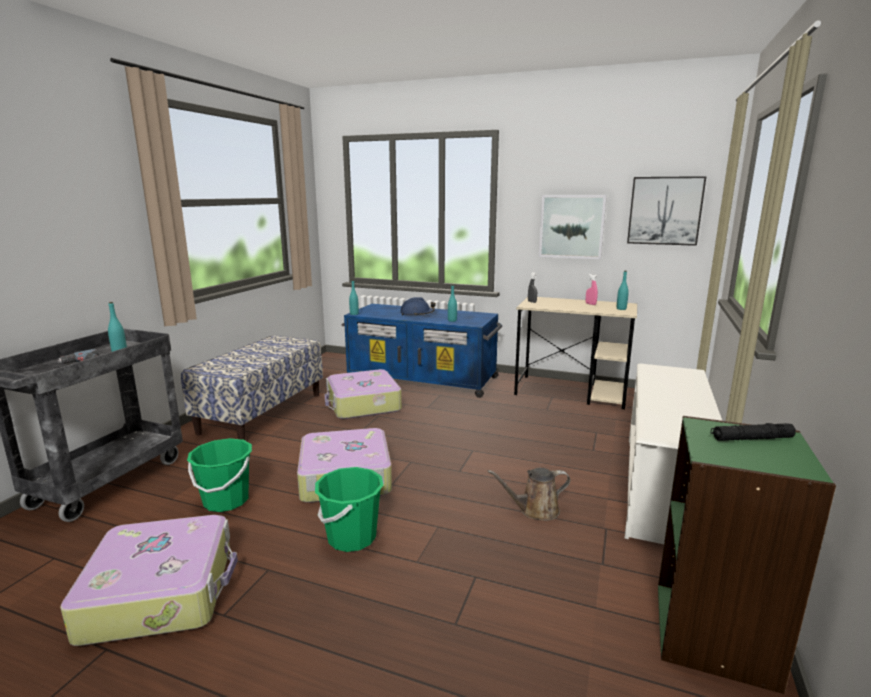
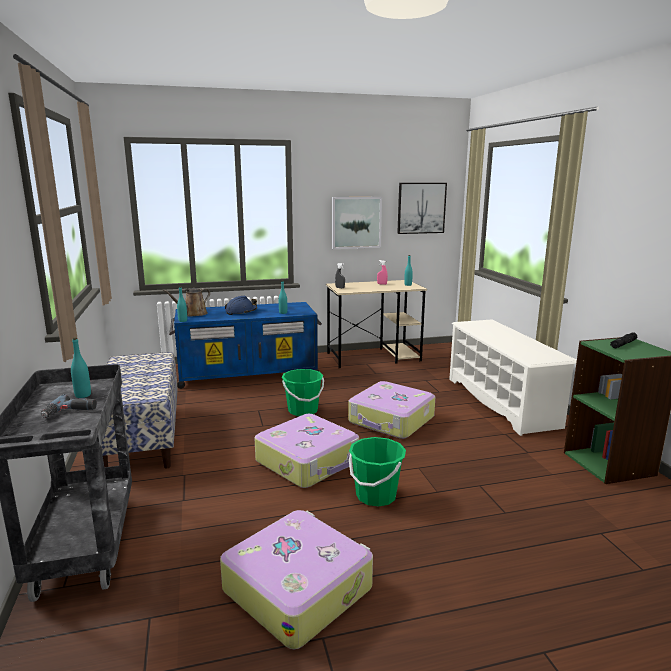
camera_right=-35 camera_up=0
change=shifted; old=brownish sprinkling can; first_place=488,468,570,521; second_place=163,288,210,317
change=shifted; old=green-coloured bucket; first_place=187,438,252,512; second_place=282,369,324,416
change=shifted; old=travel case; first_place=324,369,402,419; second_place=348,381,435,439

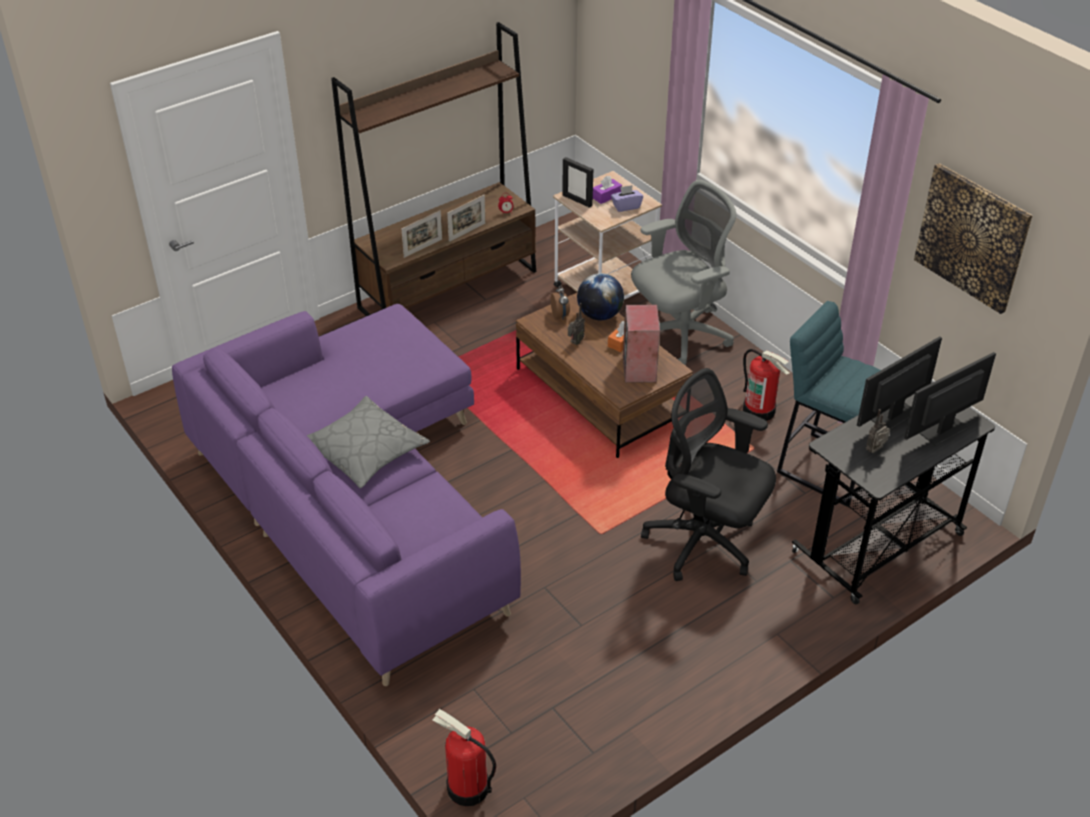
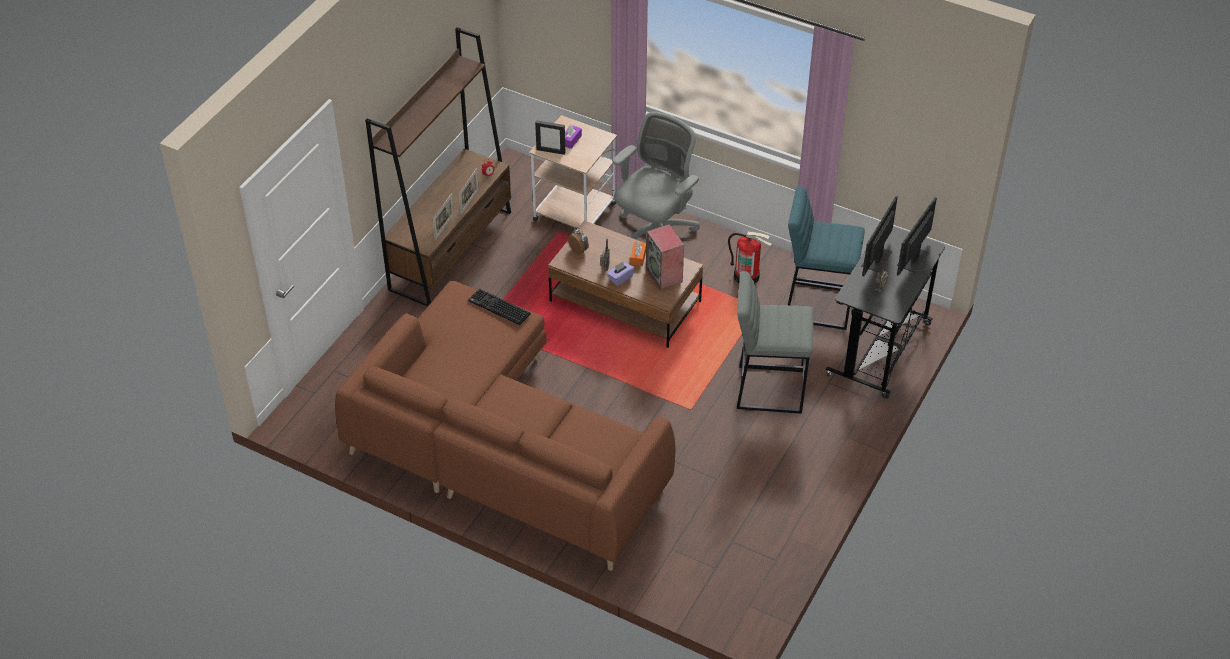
camera_right=-25 camera_up=5
change=repainted; old=purplish sofa; new=brownish sofa; first_place=172,304,521,686; second_place=335,281,675,571
change=new; new=keyboard; second_place=468,289,530,325
change=shifted; old=purplish box of tissues; first_place=611,185,643,212; second_place=607,262,635,286
change=swapped; old=blackish computer chair; new=gray stool seat; first_place=641,368,776,581; second_place=737,271,814,414
change=gone; old=gray throw pillow; first_place=307,396,430,488
change=gone; old=fire extinguisher; first_place=432,709,496,806
change=gone; old=globe; first_place=577,273,624,320
change=gone; old=wall picture; first_place=914,163,1033,314

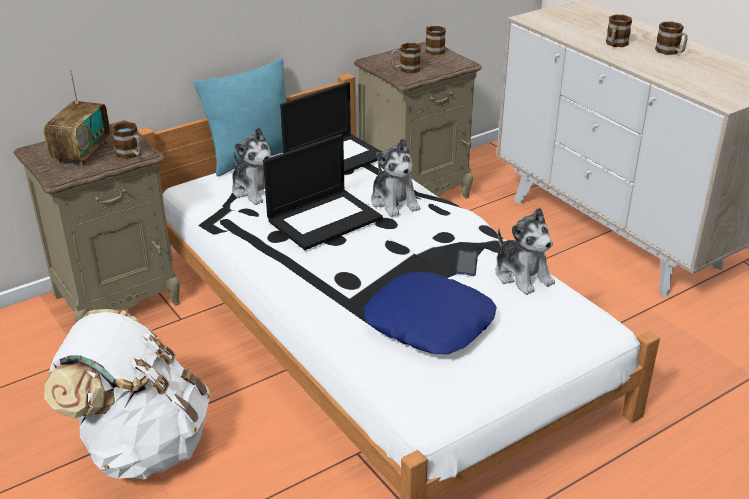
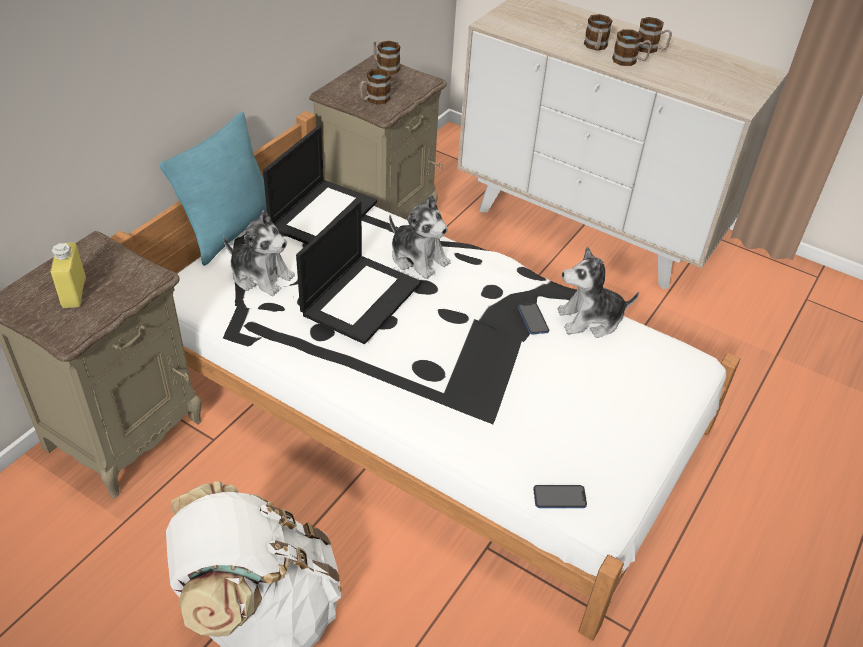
camera_right=-25 camera_up=10
change=swapped; old=radio; new=yellow-coloured beverage bottle; first_place=44,69,110,167; second_place=50,243,86,308
change=new; new=telephone; second_place=533,485,587,508
change=rotated; old=plush toy; first_place=496,207,555,295; second_place=557,247,639,338; degrees=135
change=shifted; old=tea mug; first_place=111,122,142,159; second_place=612,29,652,66
change=gone; old=blue-coloured throw pillow; first_place=363,272,496,354

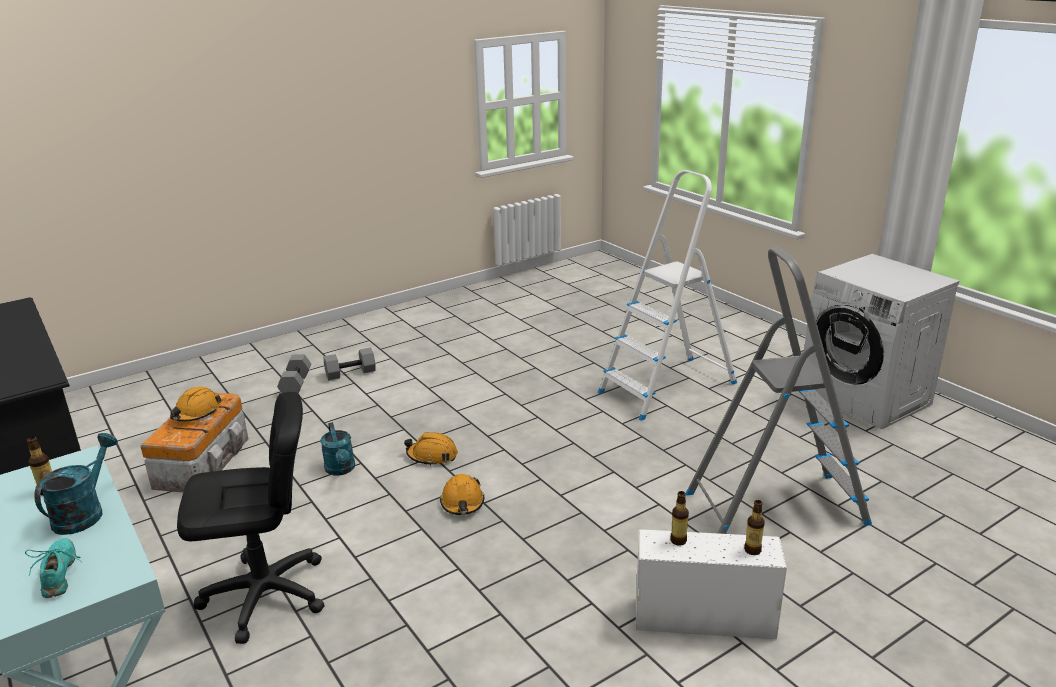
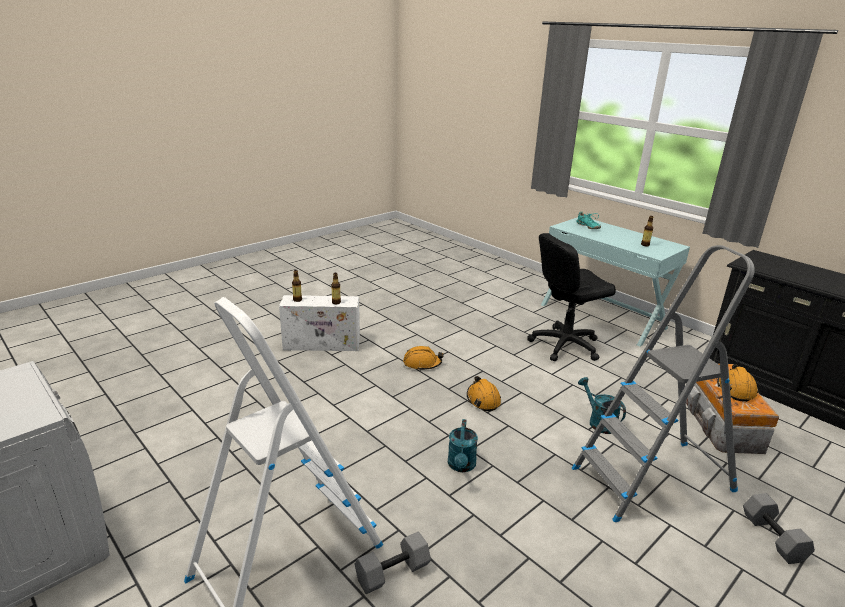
camera_right=170 camera_up=0
change=shifted; old=gray dumbbell; first_place=324,348,376,380; second_place=355,532,431,594
change=shifted; old=orange-coloured safety helmet; first_place=404,433,458,466; second_place=403,346,444,370
change=shifted; old=turquoise sprinkling can; first_place=34,433,118,535; second_place=448,419,478,472
change=shifted; old=gray stepladder; first_place=686,246,872,534; second_place=572,245,755,522

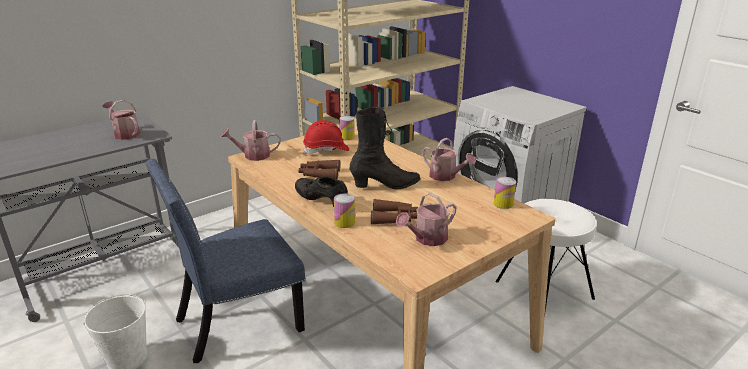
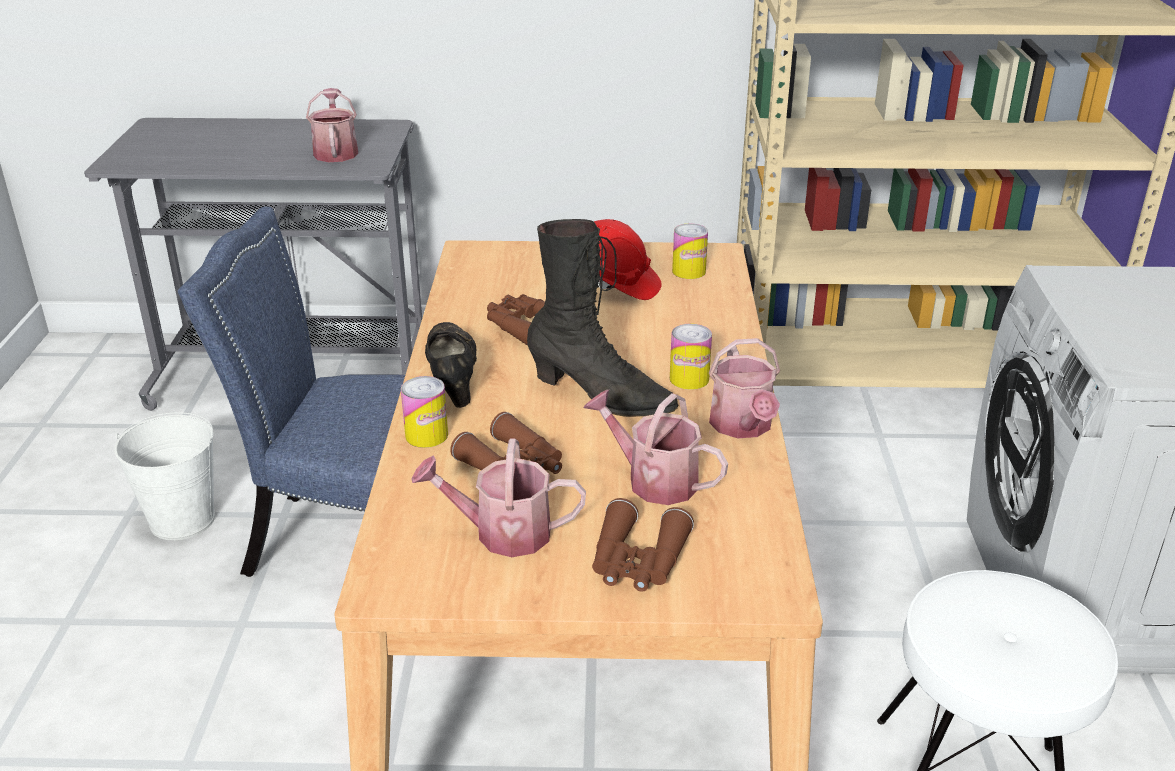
camera_right=40 camera_up=5
change=shifted; old=sprinkling can; first_place=221,120,281,161; second_place=583,390,728,505
change=new; new=brownish field glasses; second_place=592,498,694,592
change=shifted; old=sealed can; first_place=494,177,516,209; second_place=670,324,712,390

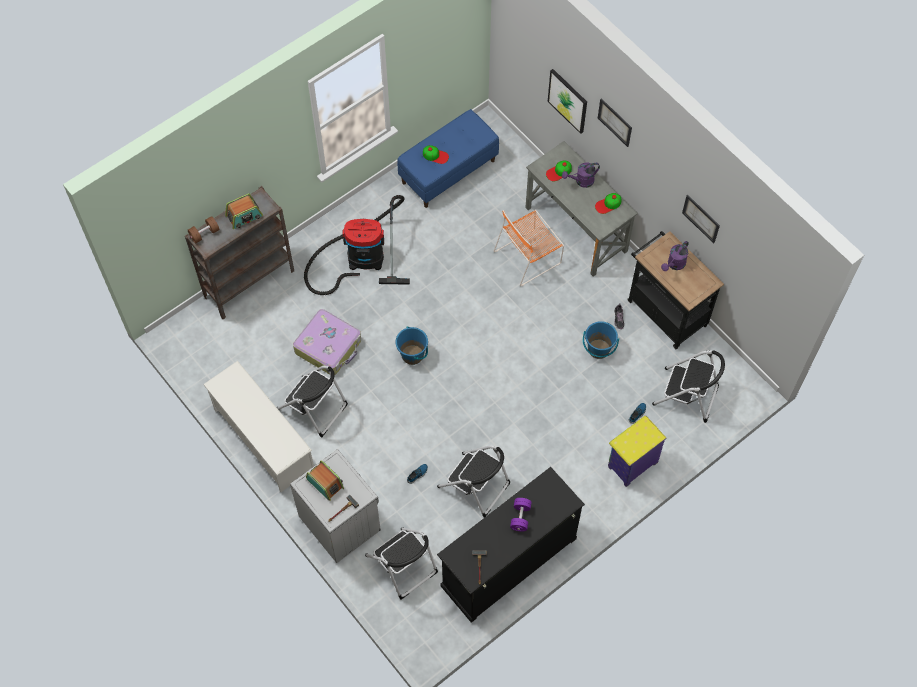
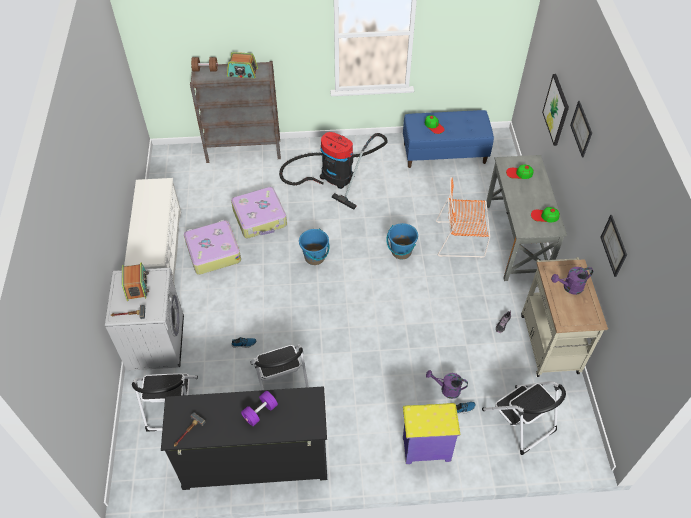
camera_right=35 camera_up=-10
change=swapped; old=stepladder; new=travel case; first_place=277,366,348,438; second_place=184,220,241,275
change=shifted; old=blue-coloured bucket; first_place=583,321,619,359; second_place=386,223,418,260
change=shifted; old=purplish sprinkling can; first_place=562,163,600,188; second_place=426,370,468,399
change=repainted; old=blackish cart; new=sand-coloured cart; first_place=628,231,724,350; second_place=521,257,608,377

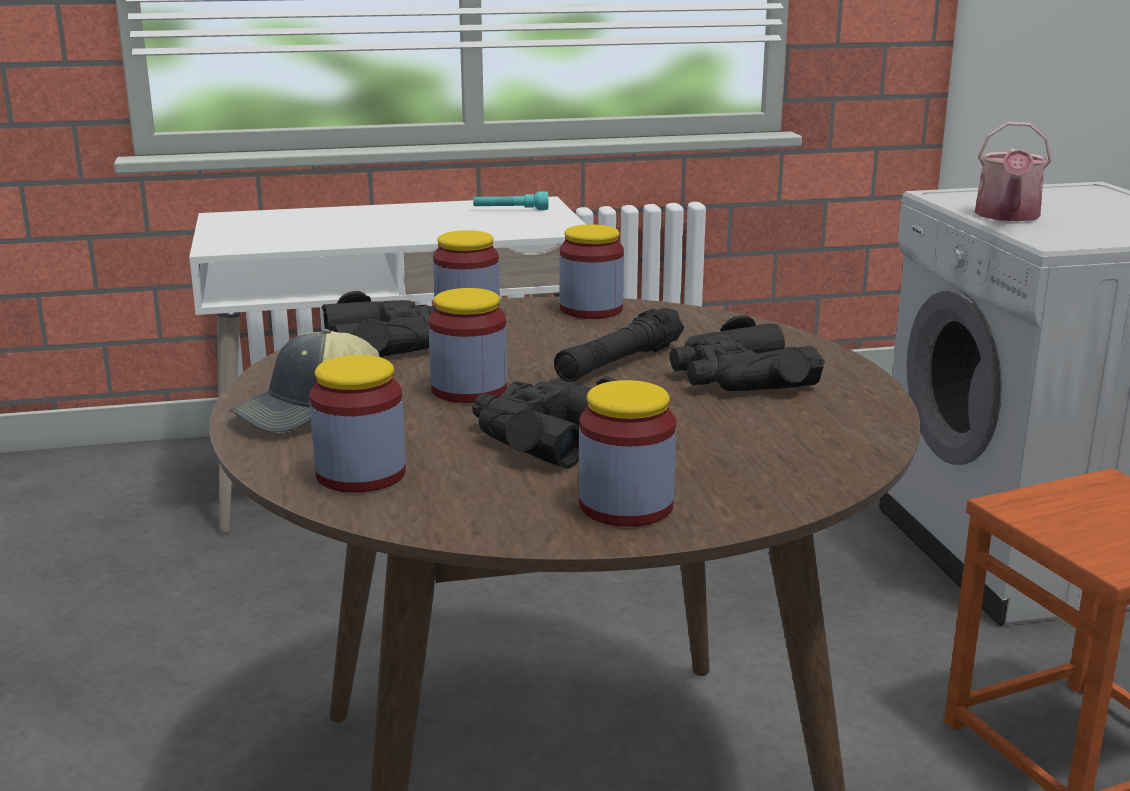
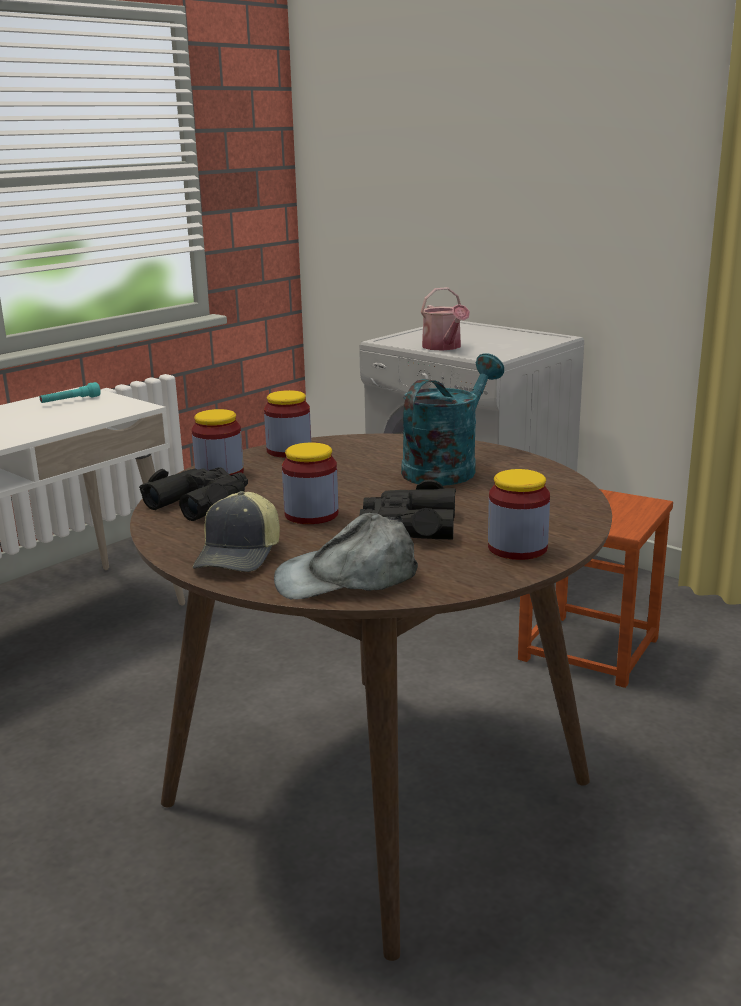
camera_right=-35 camera_up=0
change=swapped; old=jar; new=gray cap; first_place=309,355,406,493; second_place=274,513,418,599
change=swapped; old=blackish field glasses; new=turquoise sprinkling can; first_place=669,315,825,391; second_place=401,353,504,486
change=gone; old=blackish flashlight; first_place=554,307,684,382

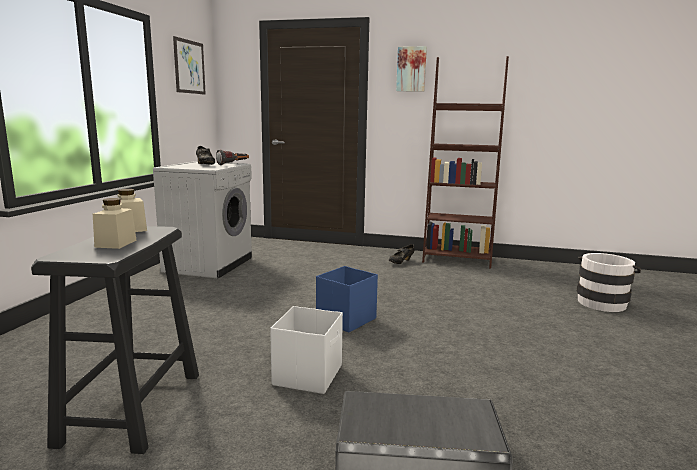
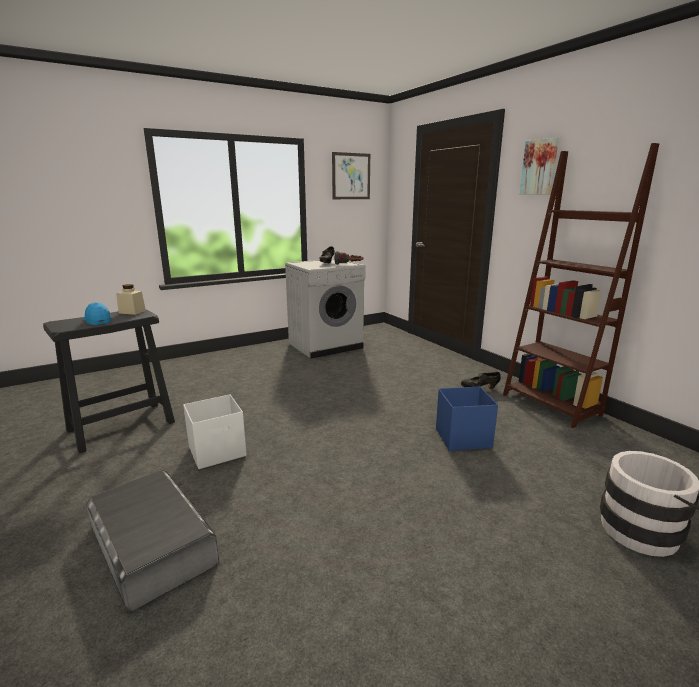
camera_right=45 camera_up=5
change=swapped; old=sand-coloured jar; new=blue-coloured cap; first_place=93,198,137,249; second_place=84,302,111,325
change=shifted; old=blue-coloured storage box; first_place=316,266,378,333; second_place=436,386,498,451

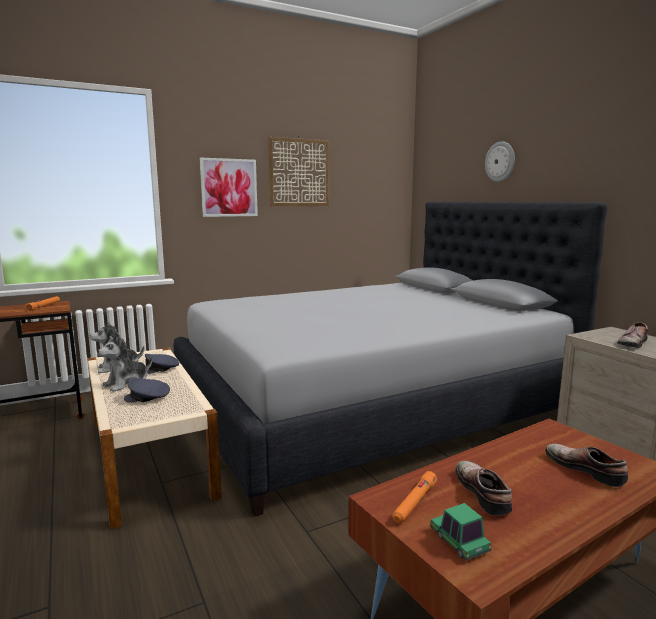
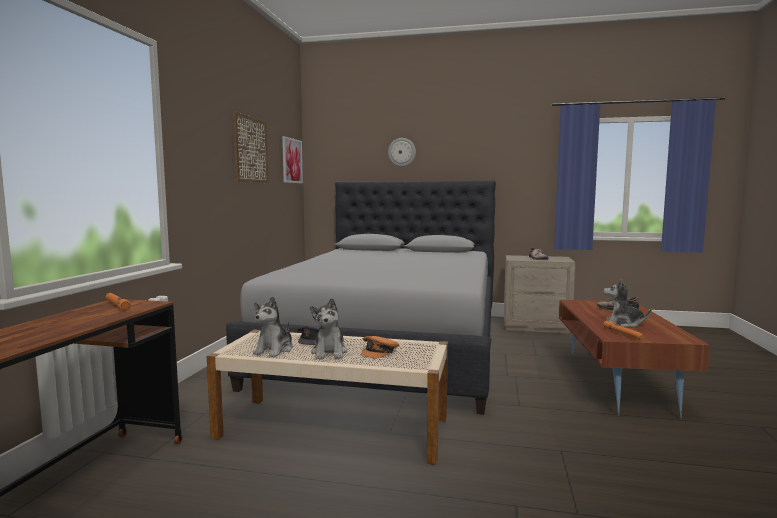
camera_right=-50 camera_up=-5
change=shifted; old=wall picture; first_place=200,158,258,217; second_place=282,136,303,183
change=repainted; old=gray cap; new=orange-coloured cap; first_place=124,378,170,403; second_place=361,336,399,358
change=swapped; old=shoe; new=plush toy; first_place=455,461,512,516; second_place=603,279,652,328
change=gone; old=toy car; first_place=431,503,491,560

